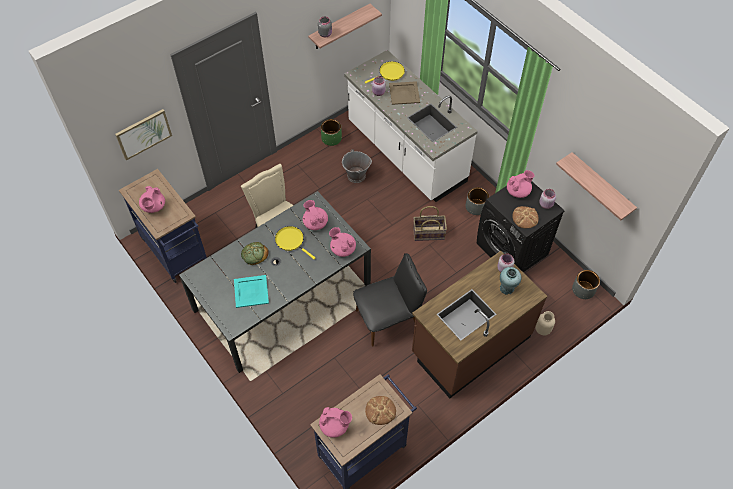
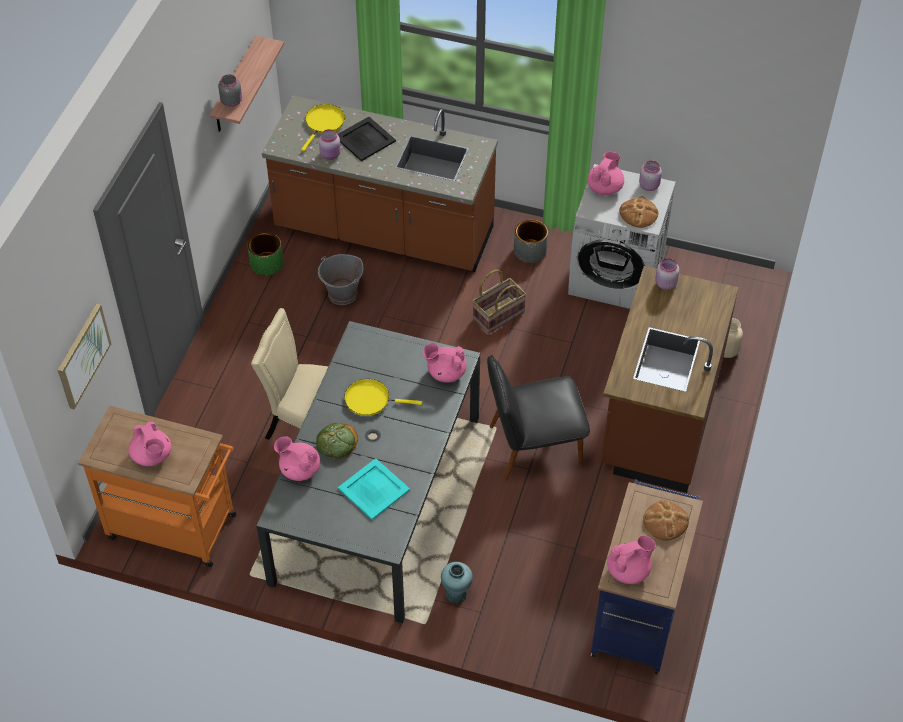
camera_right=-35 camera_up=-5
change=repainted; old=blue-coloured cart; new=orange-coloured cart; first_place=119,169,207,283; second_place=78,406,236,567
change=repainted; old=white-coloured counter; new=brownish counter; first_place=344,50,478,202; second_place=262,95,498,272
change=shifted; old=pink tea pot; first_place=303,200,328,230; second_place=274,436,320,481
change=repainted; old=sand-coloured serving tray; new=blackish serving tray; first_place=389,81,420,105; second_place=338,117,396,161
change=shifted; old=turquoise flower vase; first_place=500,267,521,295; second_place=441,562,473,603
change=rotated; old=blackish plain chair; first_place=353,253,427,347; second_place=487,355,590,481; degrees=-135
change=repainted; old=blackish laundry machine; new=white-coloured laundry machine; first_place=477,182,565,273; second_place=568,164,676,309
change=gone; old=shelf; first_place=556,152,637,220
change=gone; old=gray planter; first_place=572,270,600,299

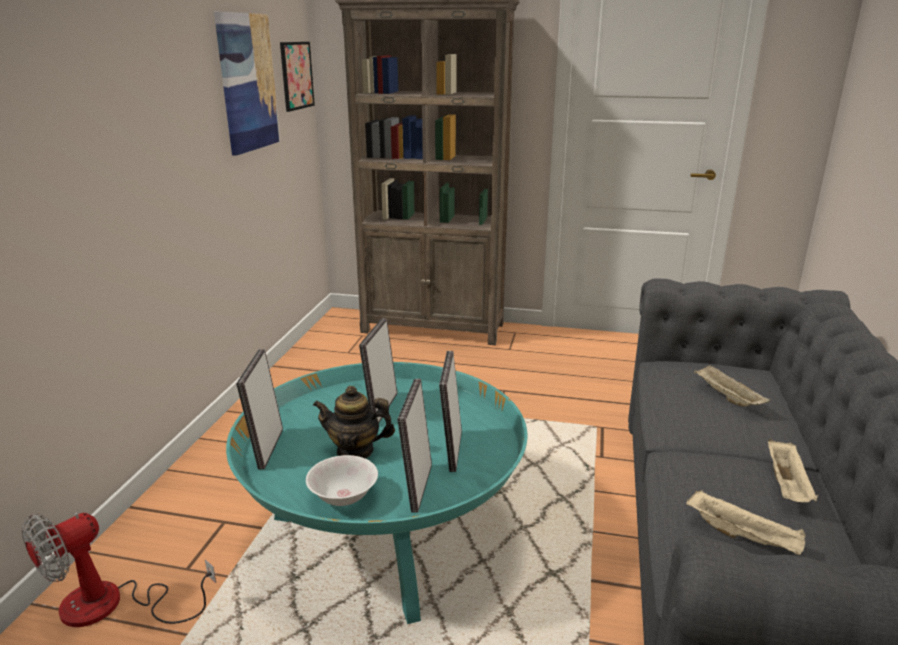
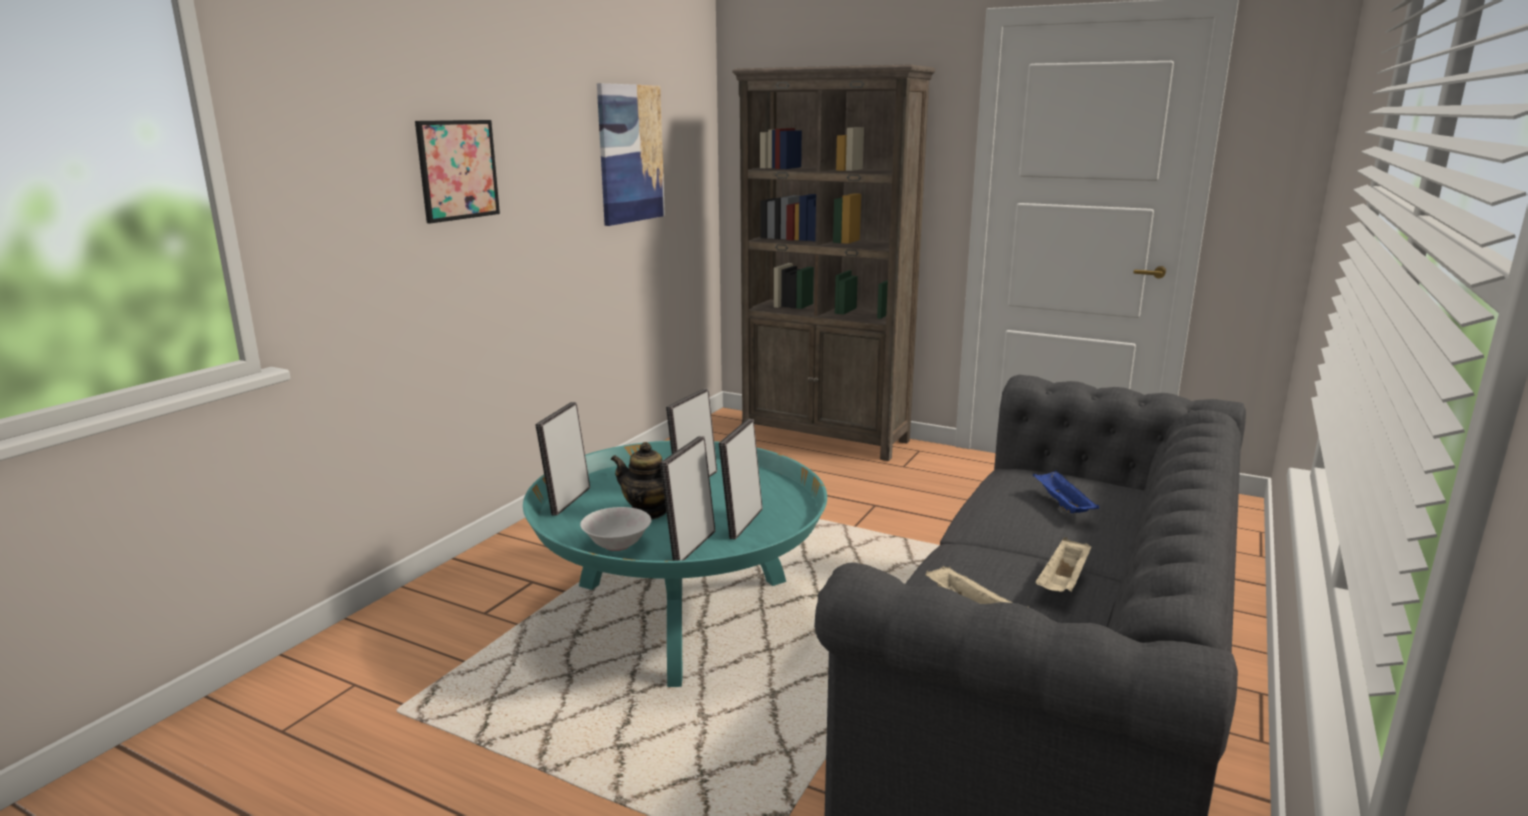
camera_right=15 camera_up=-5
change=shifted; old=wall picture; first_place=280,42,315,112; second_place=415,120,500,223
change=repainted; old=sand-coloured serving tray; new=blue-coloured serving tray; first_place=694,365,770,406; second_place=1033,470,1099,513
change=gone; old=electric fan; first_place=22,512,216,627

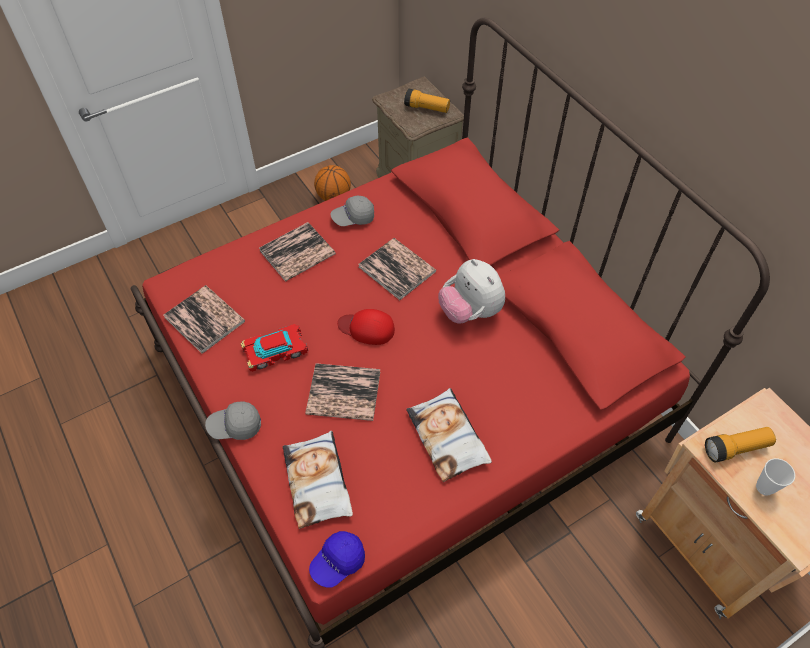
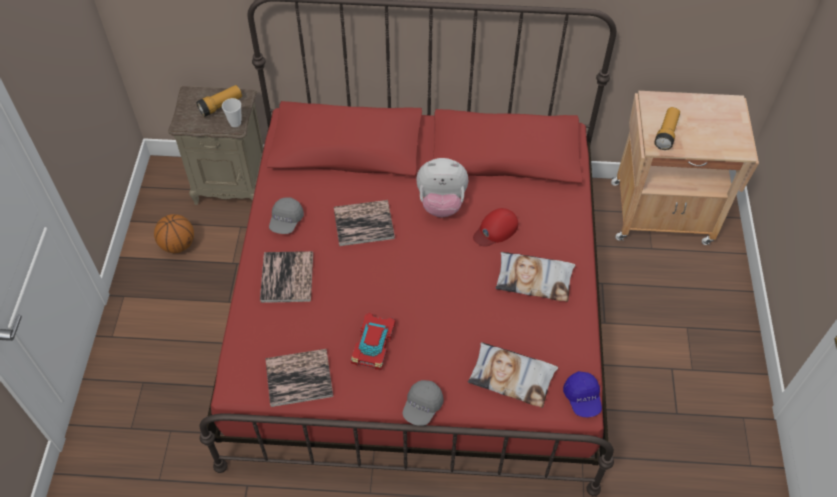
camera_right=-55 camera_up=0
change=shifted; old=drinking cup; first_place=756,458,795,496; second_place=222,98,242,127
change=shifted; old=red cap; first_place=337,309,395,345; second_place=473,208,518,247
change=gone; old=bound book; first_place=306,363,380,421

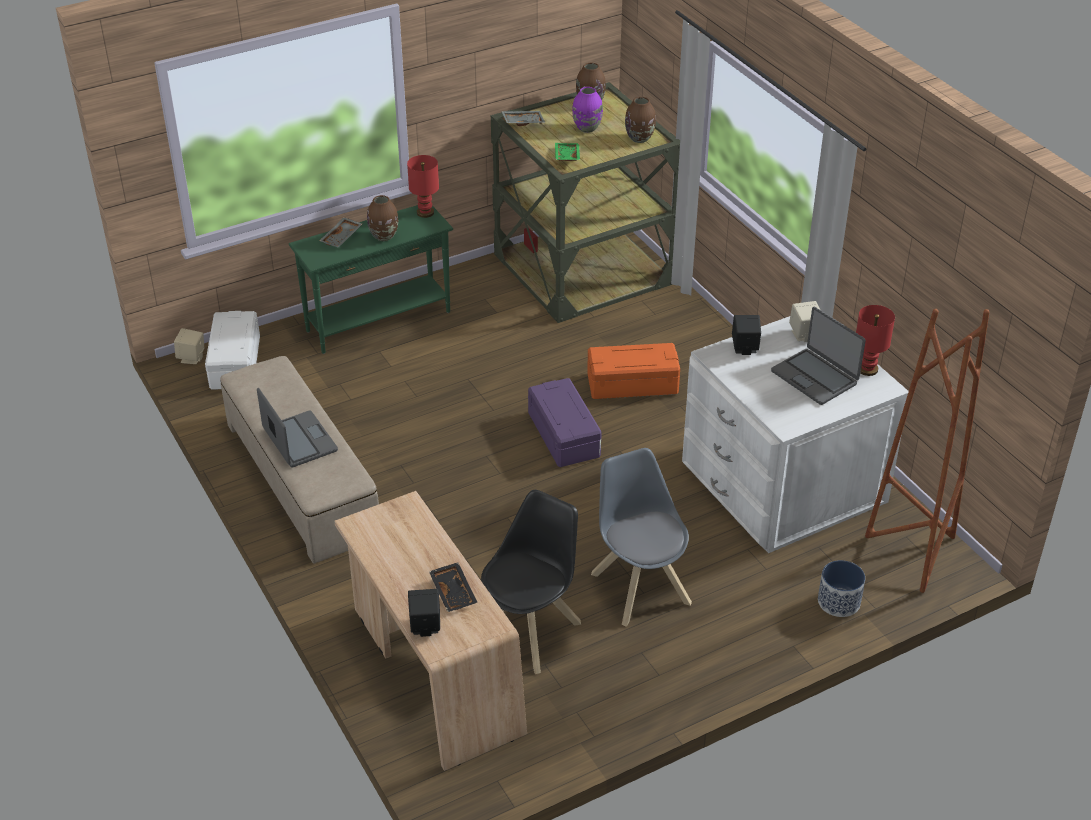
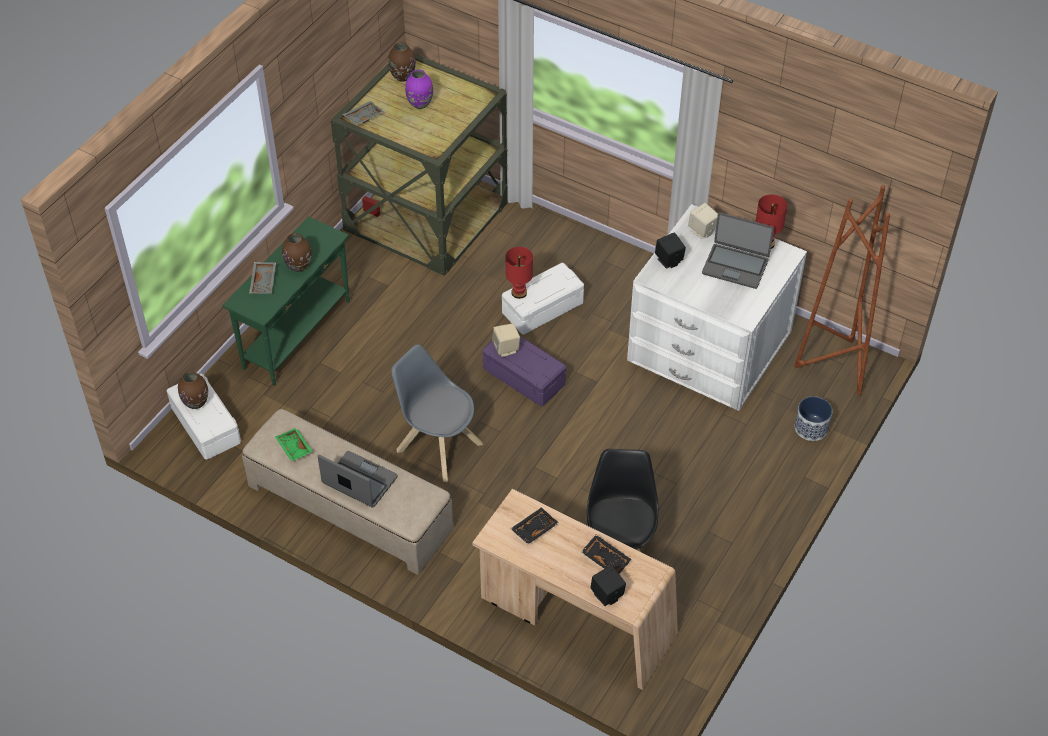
camera_right=-30 camera_up=10
change=shifted; old=brownish flower vase; first_place=625,97,656,143; second_place=178,371,208,409
change=shifted; old=green-coloured serving tray; first_place=555,143,580,161; second_place=275,428,313,461
change=shifted; old=gray plain chair; first_place=591,448,692,627; second_place=392,344,483,482
change=shifted; old=sand-coloured loudspeaker; first_place=174,328,204,364; second_place=492,324,520,357
change=repainted; old=orange-coloured storage box; new=white-coloured storage box; first_place=587,343,680,399; second_place=502,263,584,334
change=shifted; old=red table lamp; first_place=407,155,439,218; second_place=505,247,533,299
change=new; new=blackish serving tray; second_place=510,507,559,544

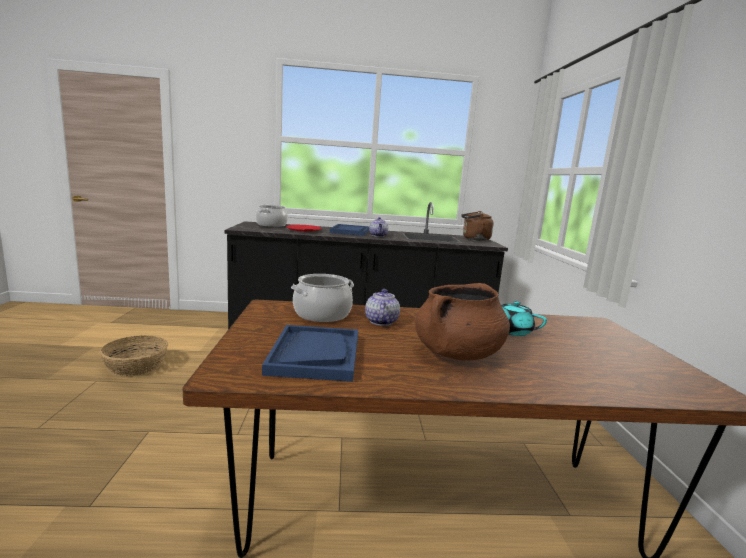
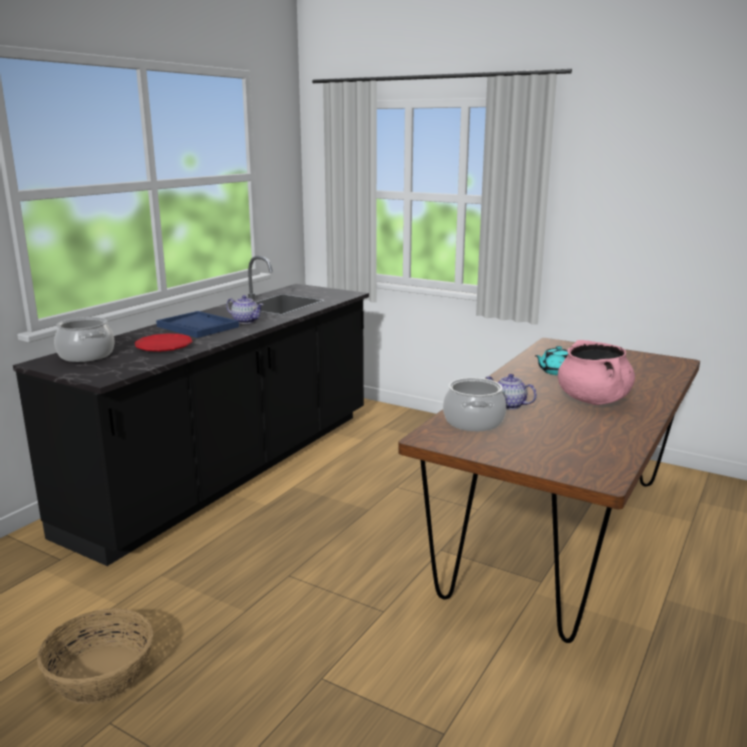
camera_right=-55 camera_up=5
change=repainted; old=brownish cooking pot; new=pink cooking pot; first_place=415,283,510,360; second_place=558,340,635,405
change=gone; old=blue-coloured serving tray; first_place=262,325,358,382
change=gone; old=brownish tea kettle; first_place=461,211,494,241

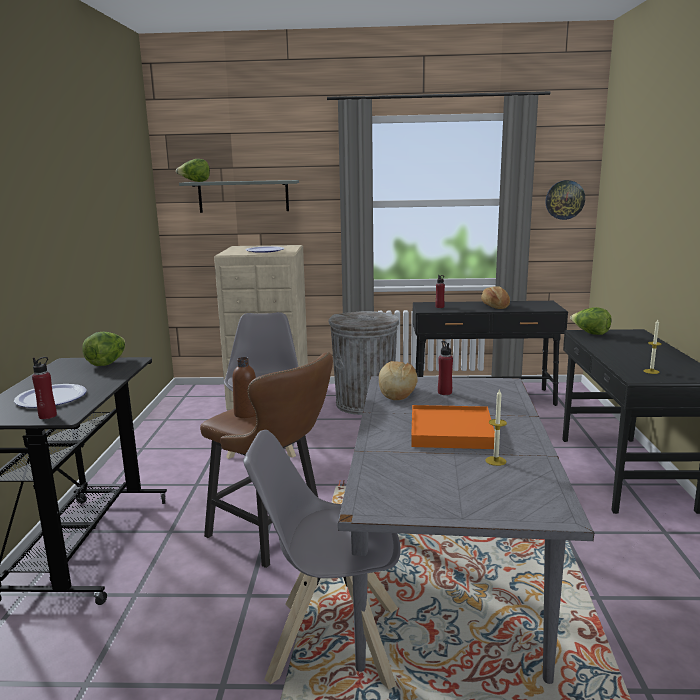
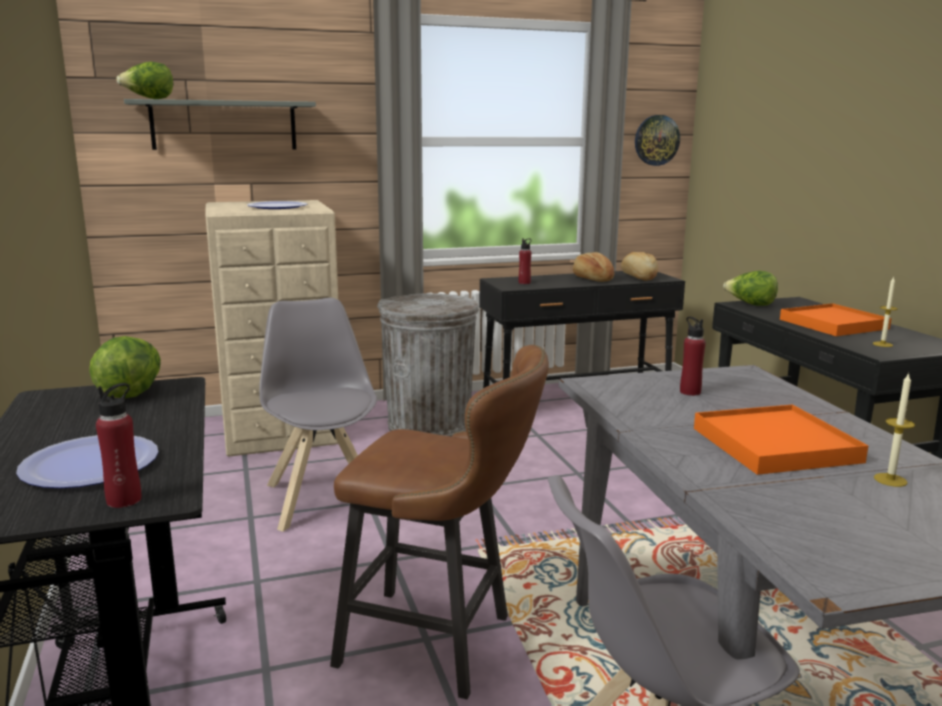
camera_right=-20 camera_up=0
change=shifted; old=bread; first_place=379,361,418,400; second_place=621,252,658,281
change=new; new=orange-coloured serving tray; second_place=780,303,892,336
change=gone; old=brownish beverage bottle; first_place=232,357,256,418

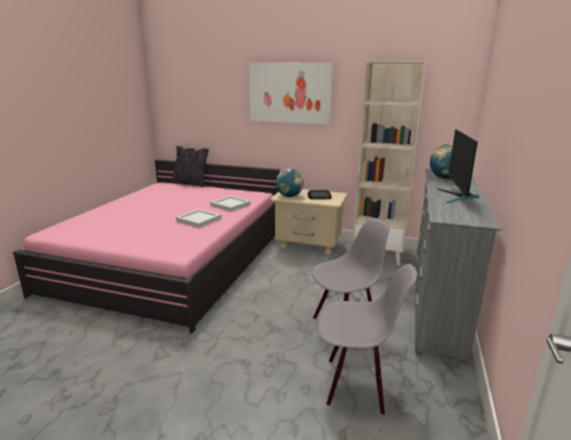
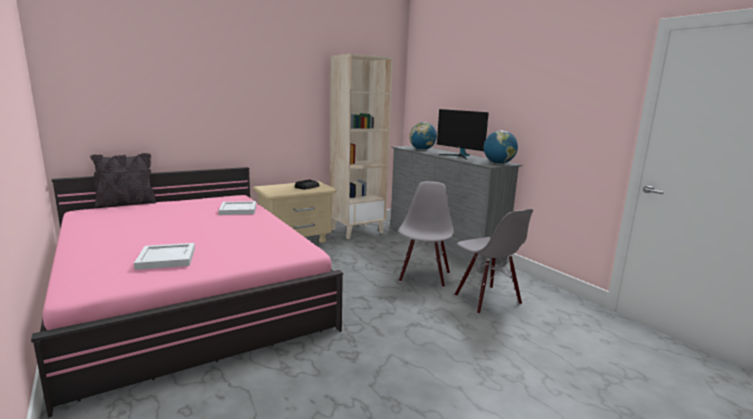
camera_right=-50 camera_up=-5
change=shifted; old=white-coloured serving tray; first_place=176,209,221,228; second_place=134,243,195,270
change=rotated; old=gray plain chair; first_place=317,264,417,416; second_place=455,209,533,314; degrees=105
change=shifted; old=globe; first_place=276,169,304,197; second_place=484,130,518,164
change=gone; old=wall picture; first_place=249,63,334,124

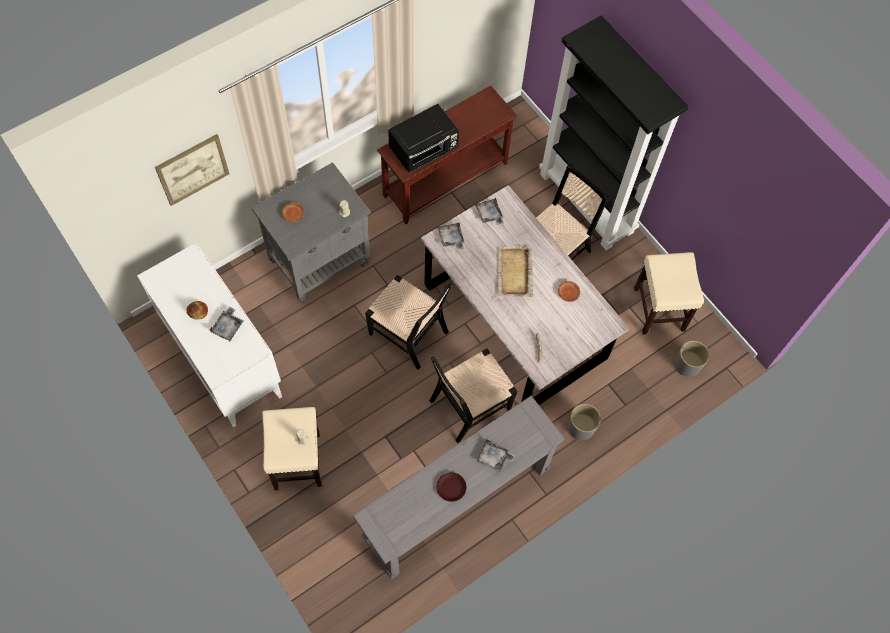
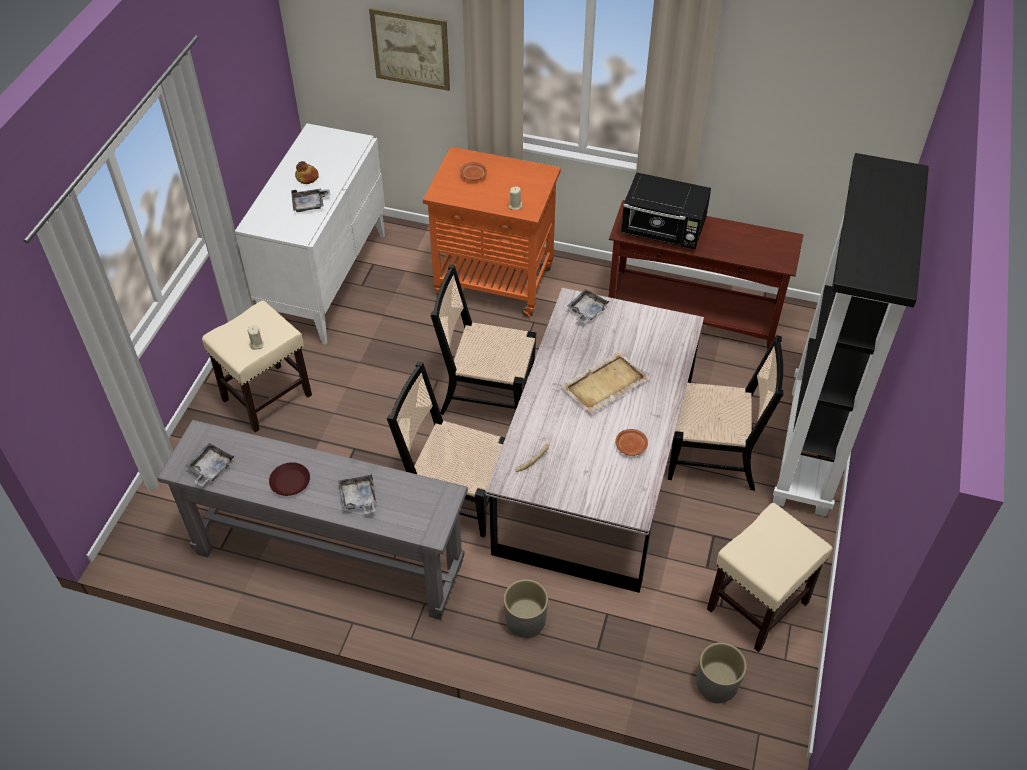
camera_right=55 camera_up=-15
change=shifted; old=gray serving tray; first_place=475,198,504,225; second_place=185,443,234,487
change=repainted; old=gray cart; new=orange-coloured cart; first_place=252,162,371,304; second_place=423,147,561,317
change=rotated; old=plain chair; first_place=365,275,453,370; second_place=431,264,536,415; degrees=105

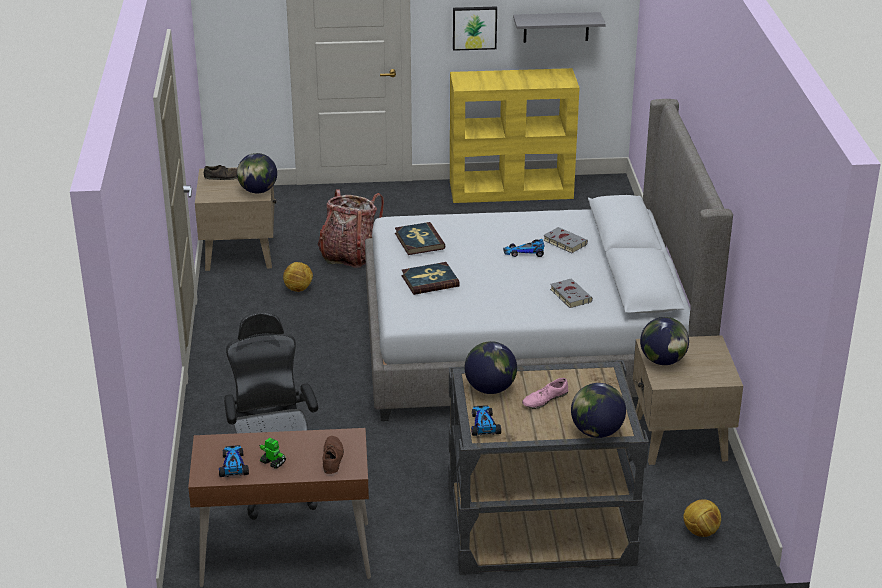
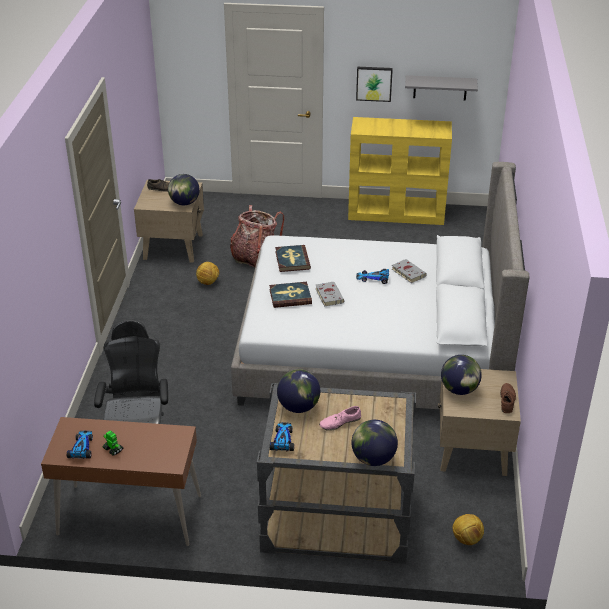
camera_right=10 camera_up=5
change=shifted; old=gray bound book; first_place=550,278,593,308; second_place=315,282,344,307
change=shifted; old=brownish shoe; first_place=323,436,344,474; second_place=500,383,516,413

